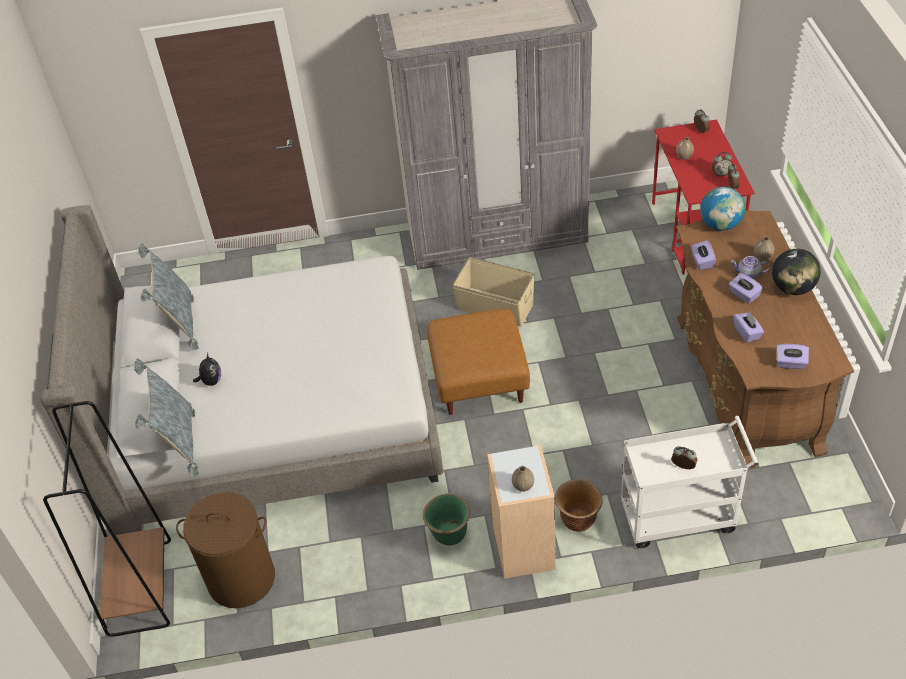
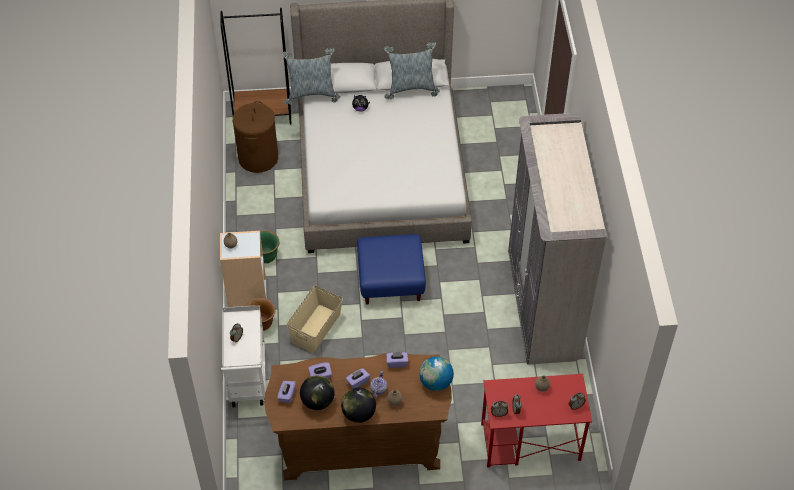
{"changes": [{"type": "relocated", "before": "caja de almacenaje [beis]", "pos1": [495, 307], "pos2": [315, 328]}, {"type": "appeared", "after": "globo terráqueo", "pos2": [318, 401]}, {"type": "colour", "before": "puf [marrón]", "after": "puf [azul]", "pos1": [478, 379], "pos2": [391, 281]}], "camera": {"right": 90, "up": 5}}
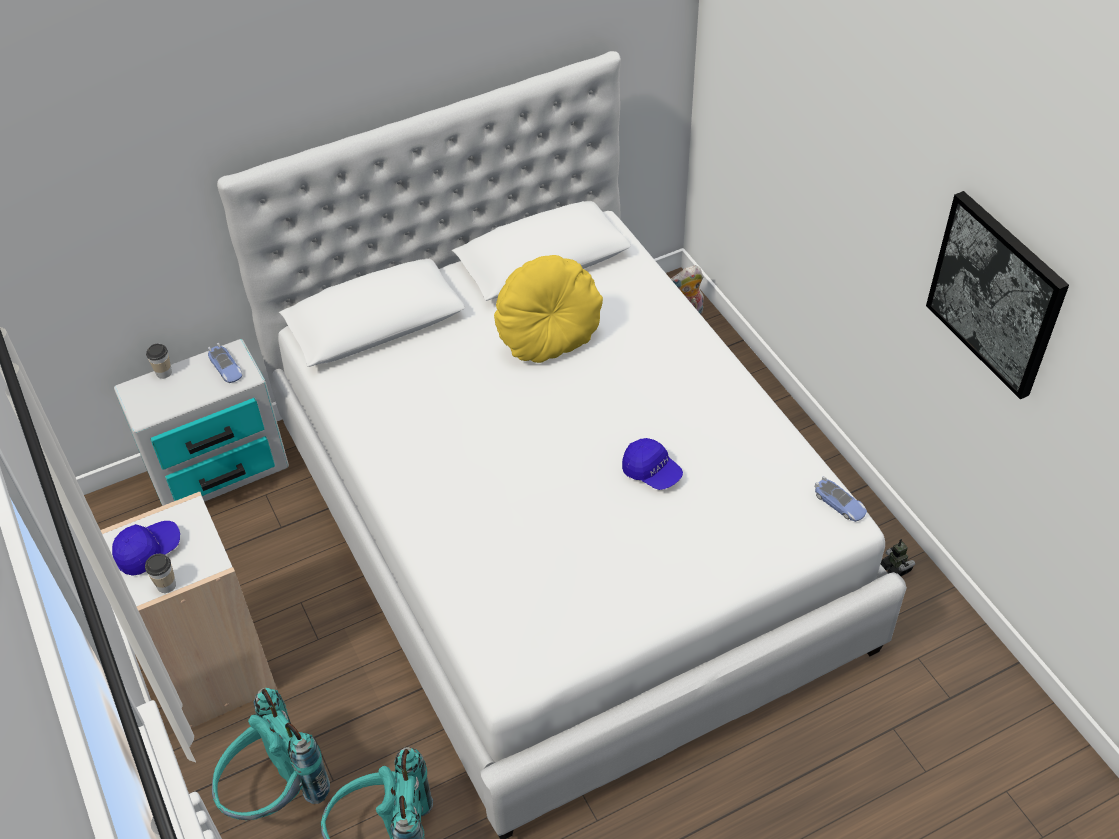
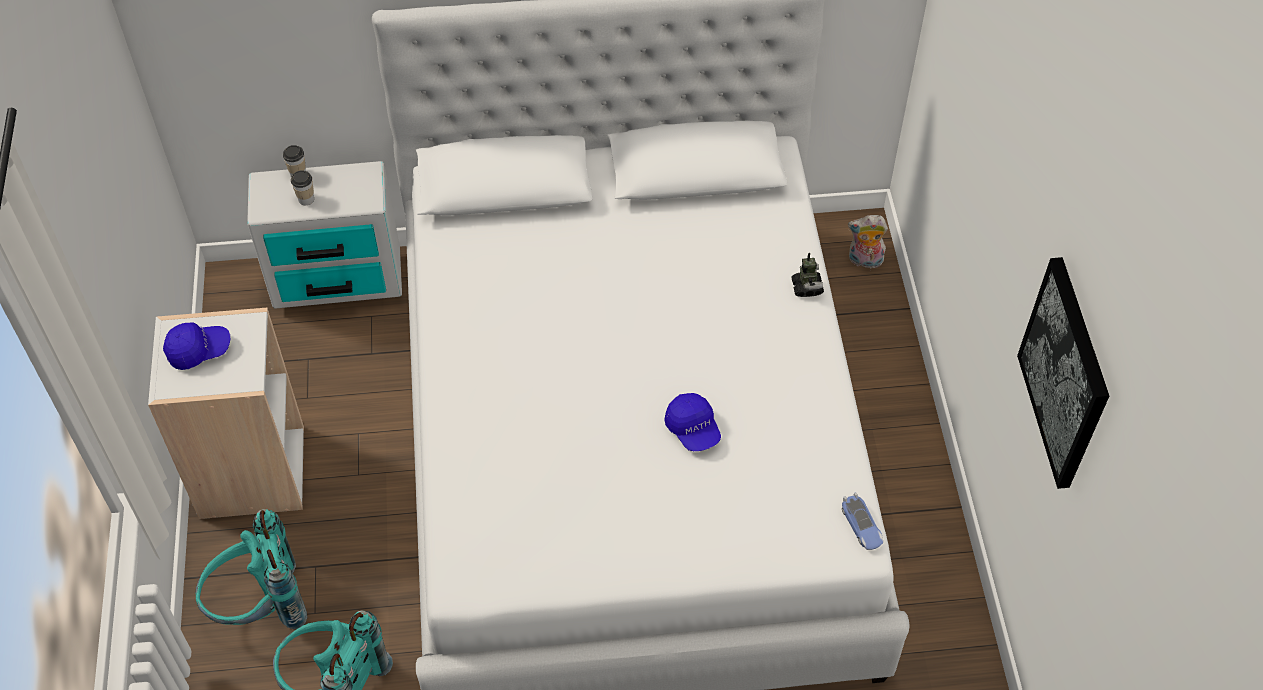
{"changes": [{"type": "relocated", "before": "taza", "pos1": [166, 585], "pos2": [306, 199]}, {"type": "relocated", "before": "robot de juguete", "pos1": [895, 568], "pos2": [807, 288]}, {"type": "missing", "before": "coche de juguete", "pos1": [226, 368]}, {"type": "missing", "before": "cojín [amarillo]", "pos1": [549, 343]}], "camera": {"right": 20, "up": 5}}
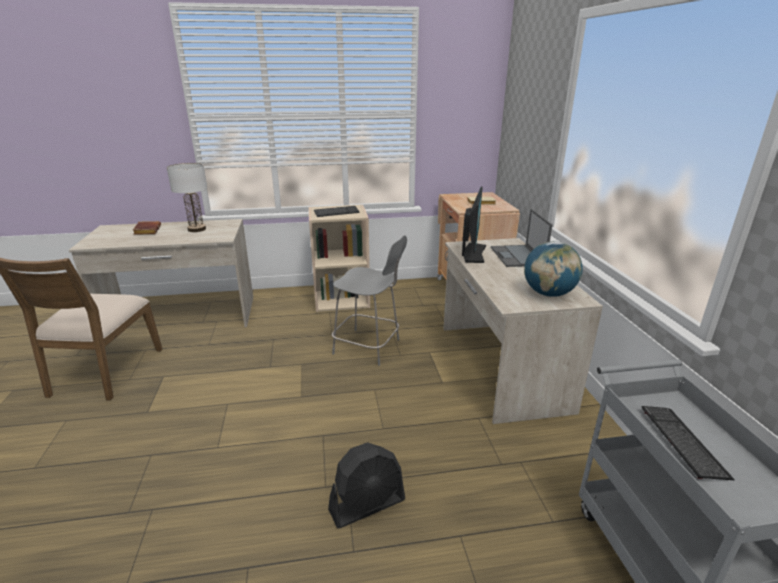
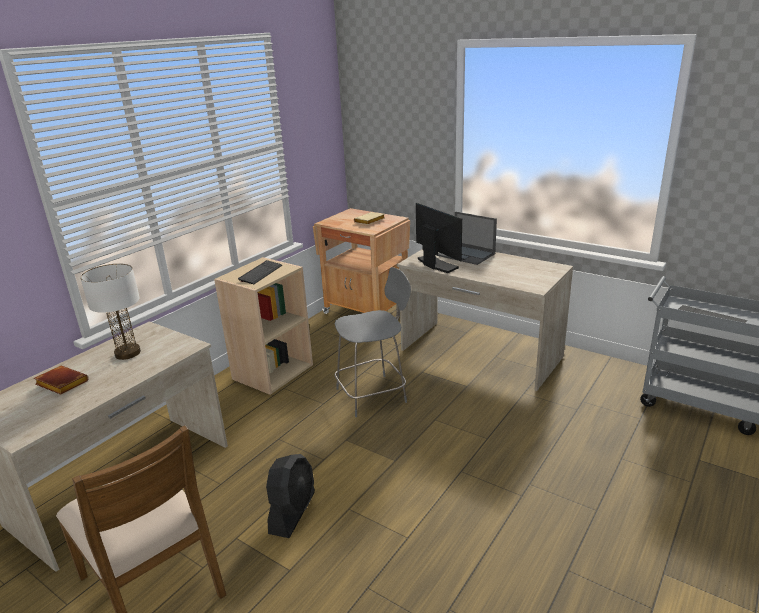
{"changes": [{"type": "relocated", "before": "ventilador [negro]", "pos1": [367, 505], "pos2": [293, 512]}, {"type": "missing", "before": "globo terráqueo", "pos1": [548, 293]}], "camera": {"right": -45, "up": 0}}
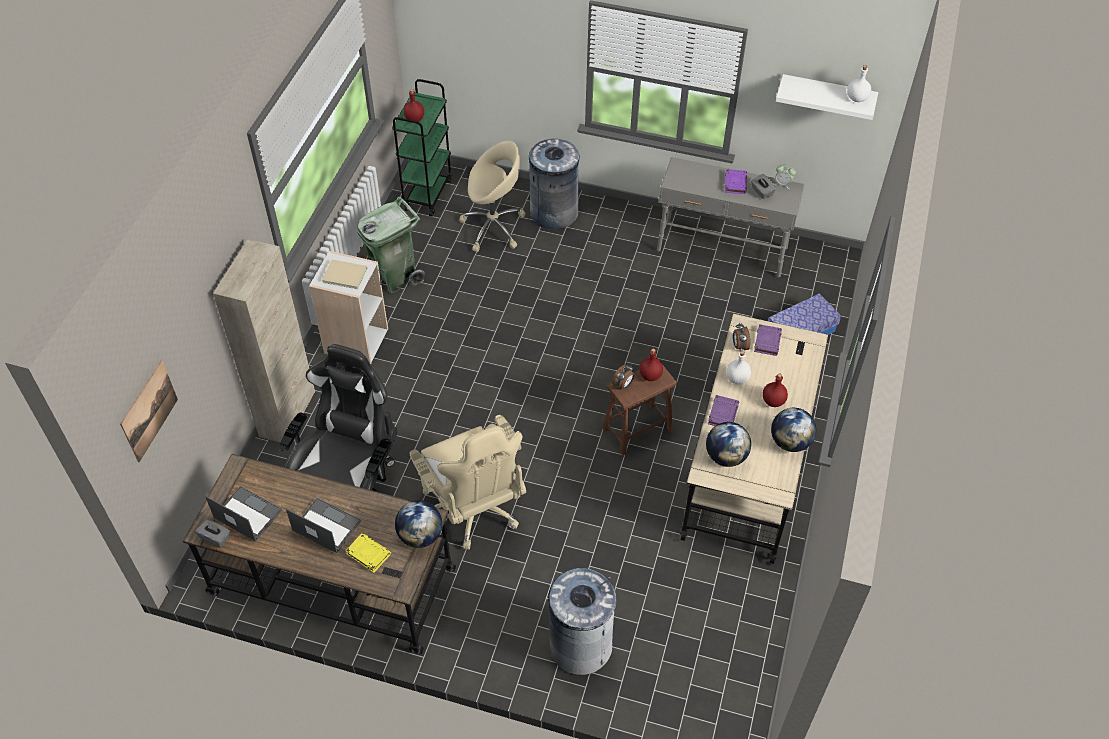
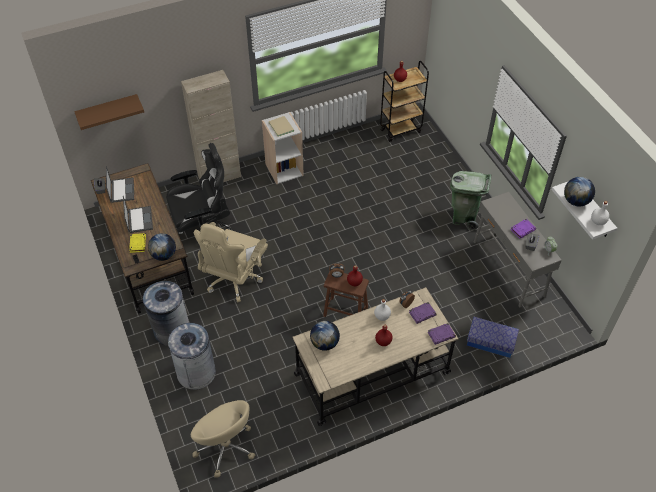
{"changes": [{"type": "exchanged", "before": "cuadro", "after": "estante [marrón]", "pos1": [149, 411], "pos2": [108, 110]}, {"type": "relocated", "before": "papelera [gris]", "pos1": [553, 213], "pos2": [172, 330]}, {"type": "relocated", "before": "silla de oficina [beis]", "pos1": [494, 227], "pos2": [226, 449]}, {"type": "colour", "before": "carrito [verde]", "after": "carrito [marrón]", "pos1": [427, 195], "pos2": [401, 130]}, {"type": "relocated", "before": "libro [morado]", "pos1": [722, 413], "pos2": [441, 335]}, {"type": "relocated", "before": "papelera [verde]", "pos1": [396, 276], "pos2": [464, 217]}, {"type": "relocated", "before": "globo terráqueo", "pos1": [790, 442], "pos2": [576, 201]}], "camera": {"right": 50, "up": 0}}
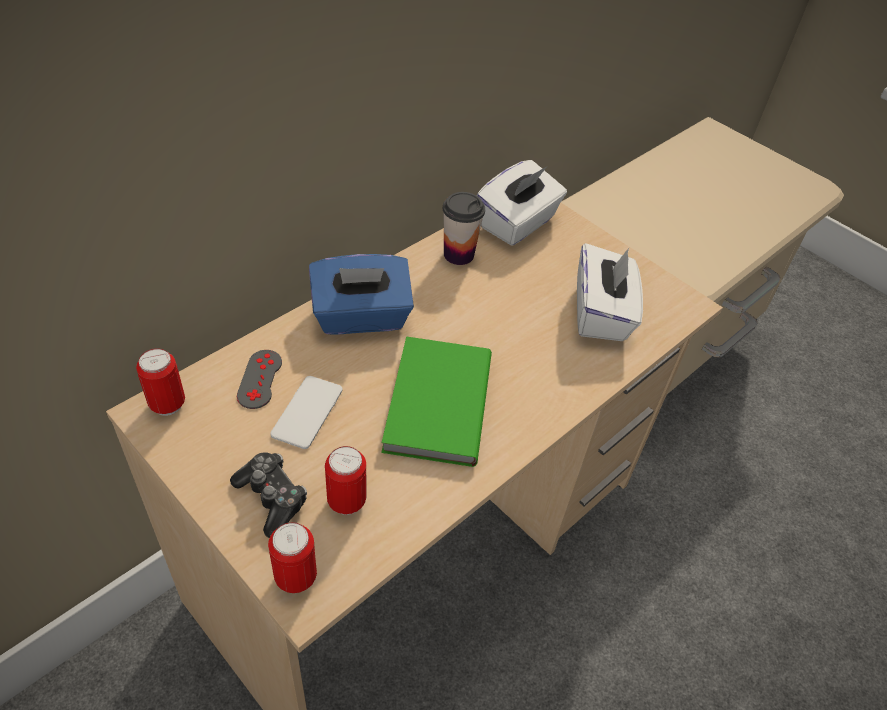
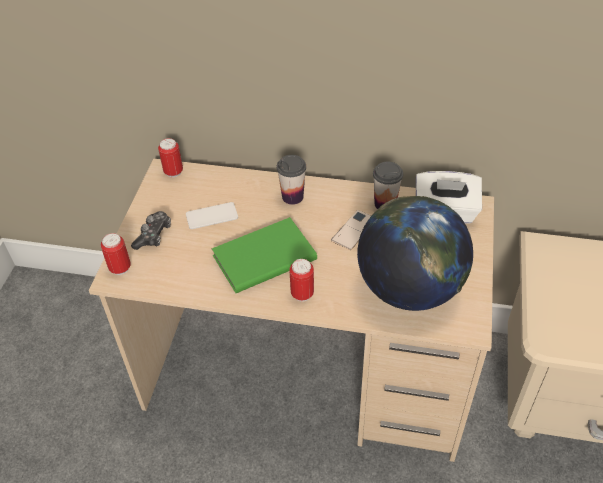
{"changes": [{"type": "exchanged", "before": "caja de pañuelos [azul]", "after": "taza", "pos1": [361, 317], "pos2": [292, 197]}, {"type": "relocated", "before": "lata", "pos1": [346, 501], "pos2": [302, 294]}, {"type": "appeared", "after": "móvil", "pos2": [354, 230]}, {"type": "exchanged", "before": "caja de pañuelos [blanco]", "after": "globo terráqueo", "pos1": [601, 314], "pos2": [409, 289]}, {"type": "missing", "before": "mando de consola [gris]", "pos1": [260, 379]}], "camera": {"right": 60, "up": 0}}
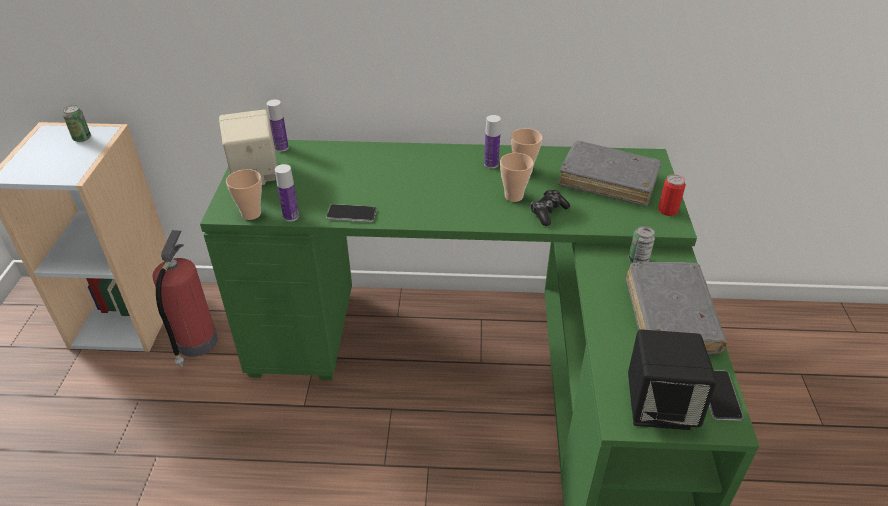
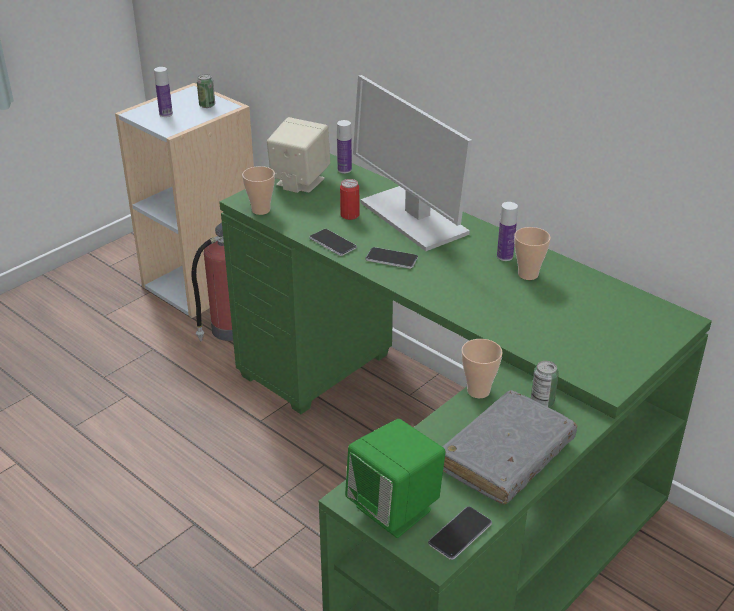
{"changes": [{"type": "relocated", "before": "botella", "pos1": [291, 216], "pos2": [166, 114]}, {"type": "relocated", "before": "lata", "pos1": [668, 210], "pos2": [349, 215]}, {"type": "colour", "before": "altavoz [negro]", "after": "altavoz [verde]", "pos1": [659, 407], "pos2": [395, 509]}, {"type": "appeared", "after": "monitor", "pos2": [412, 218]}, {"type": "appeared", "after": "móvil", "pos2": [391, 259]}, {"type": "relocated", "before": "taza", "pos1": [513, 196], "pos2": [478, 391]}, {"type": "missing", "before": "mando de consola", "pos1": [548, 212]}, {"type": "missing", "before": "libro [gris]", "pos1": [608, 181]}], "camera": {"right": 40, "up": -5}}
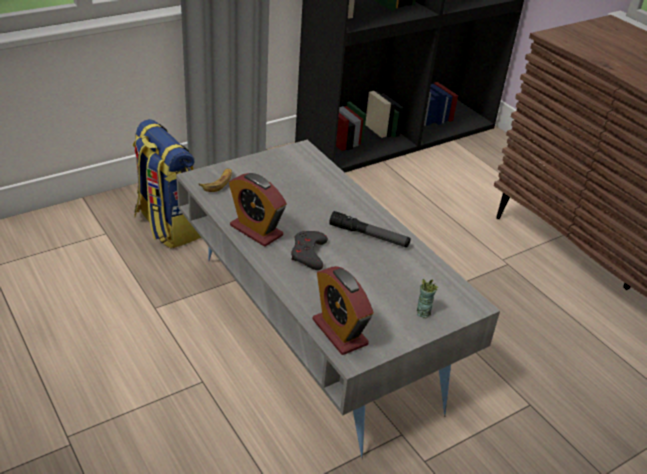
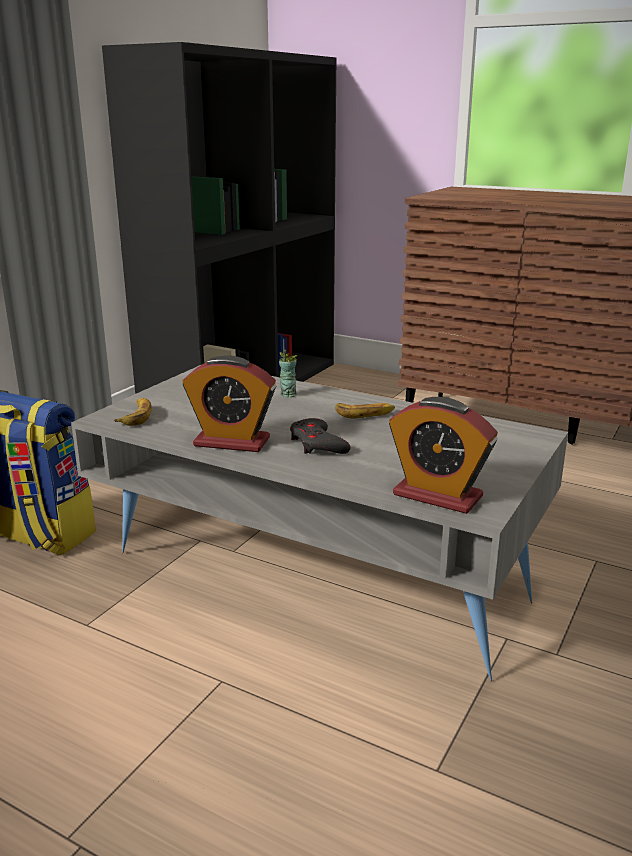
{"changes": [{"type": "relocated", "before": "taza", "pos1": [423, 312], "pos2": [288, 394]}, {"type": "exchanged", "before": "linterna", "after": "plátano", "pos1": [369, 235], "pos2": [365, 414]}], "camera": {"right": -25, "up": -15}}
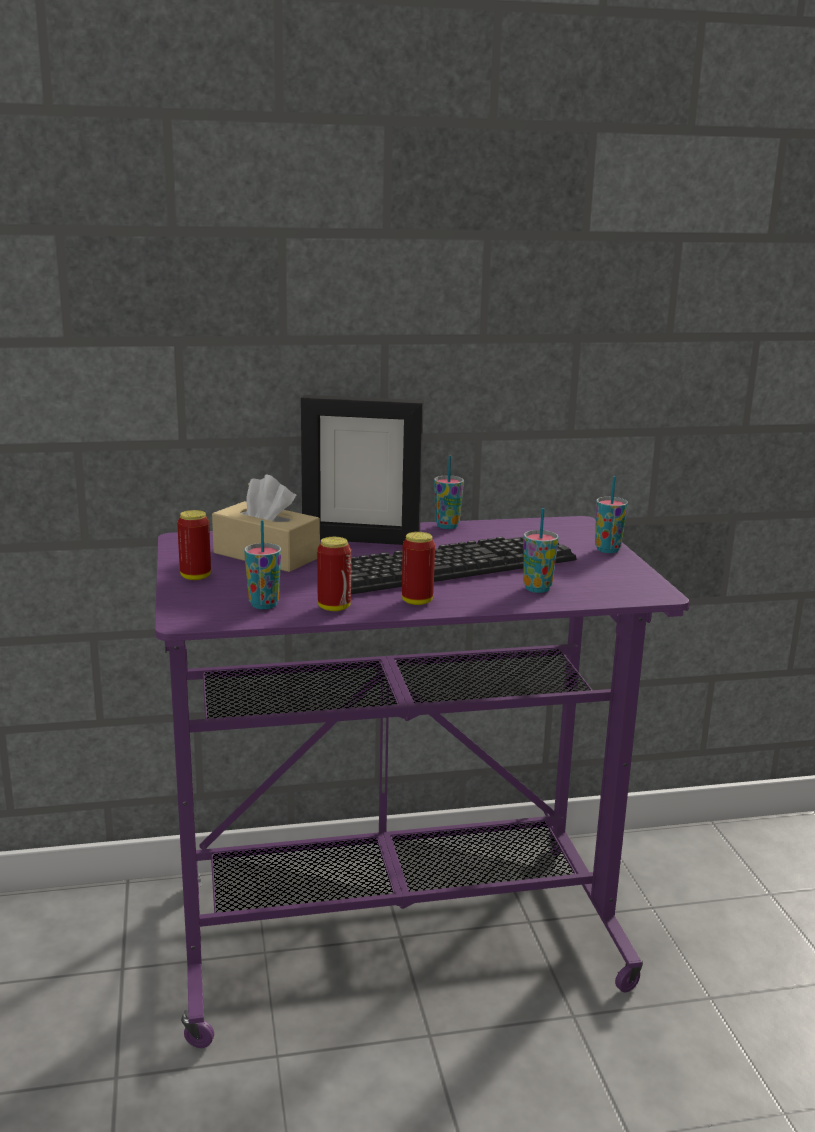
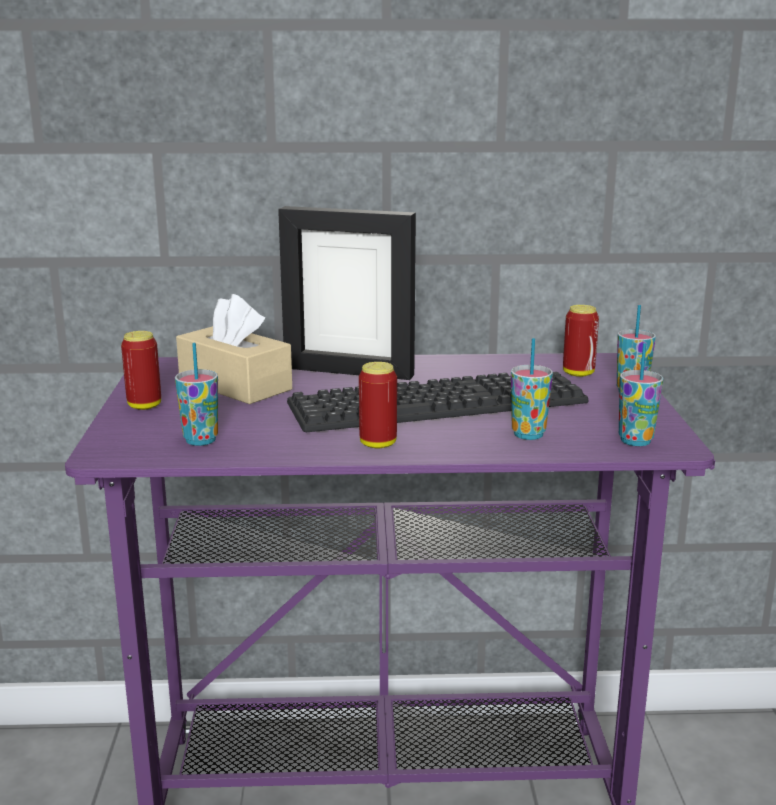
{"changes": [{"type": "relocated", "before": "lata", "pos1": [334, 607], "pos2": [578, 373]}, {"type": "relocated", "before": "taza", "pos1": [447, 526], "pos2": [635, 441]}], "camera": {"right": 10, "up": 0}}
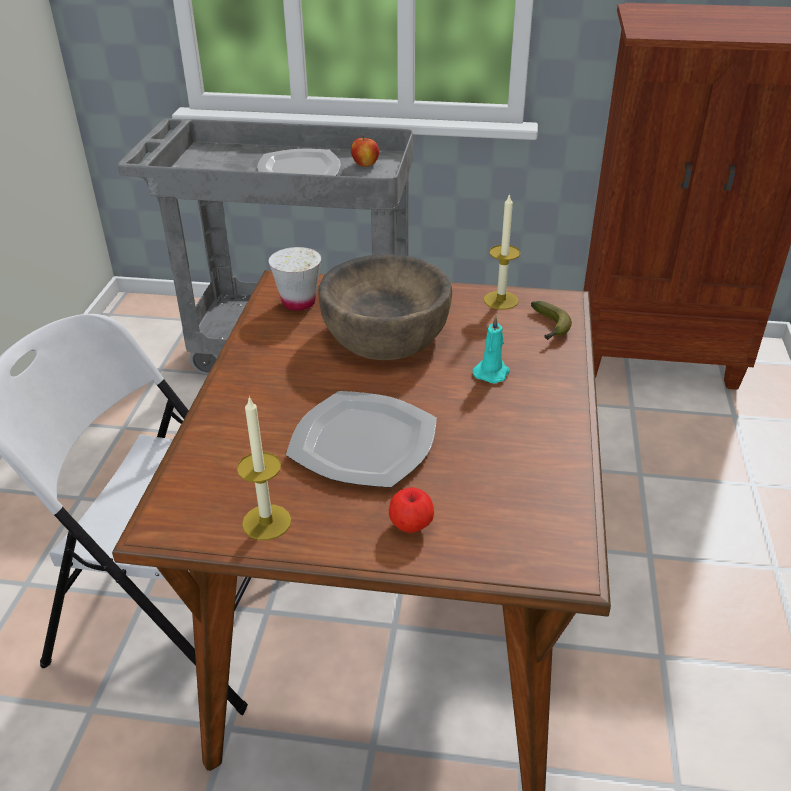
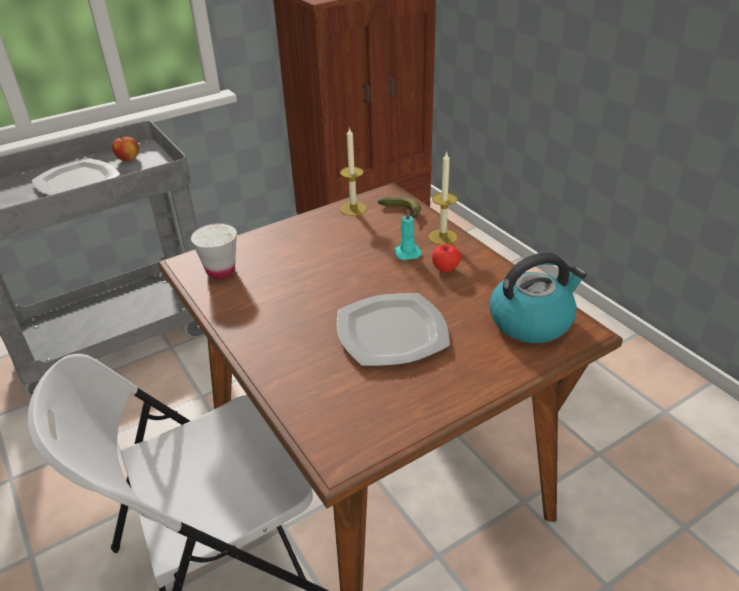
{"changes": [{"type": "relocated", "before": "vela", "pos1": [266, 522], "pos2": [442, 237]}, {"type": "relocated", "before": "manzana", "pos1": [411, 525], "pos2": [445, 269]}, {"type": "appeared", "after": "hervidor", "pos2": [531, 321]}, {"type": "missing", "before": "cuenco [marrón]", "pos1": [385, 334]}], "camera": {"right": -40, "up": 0}}
